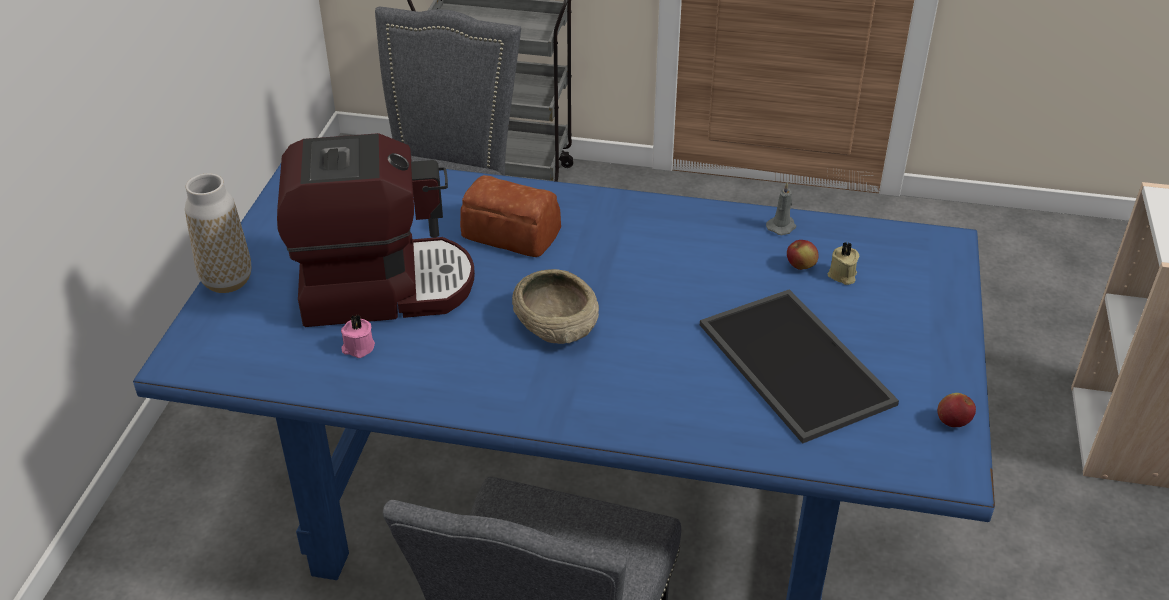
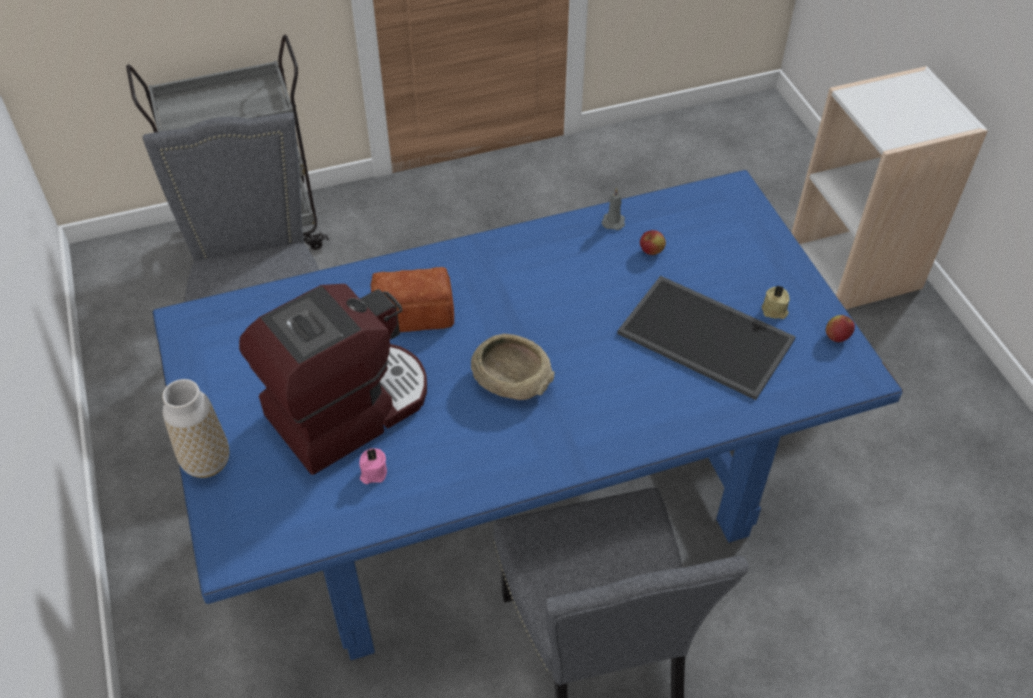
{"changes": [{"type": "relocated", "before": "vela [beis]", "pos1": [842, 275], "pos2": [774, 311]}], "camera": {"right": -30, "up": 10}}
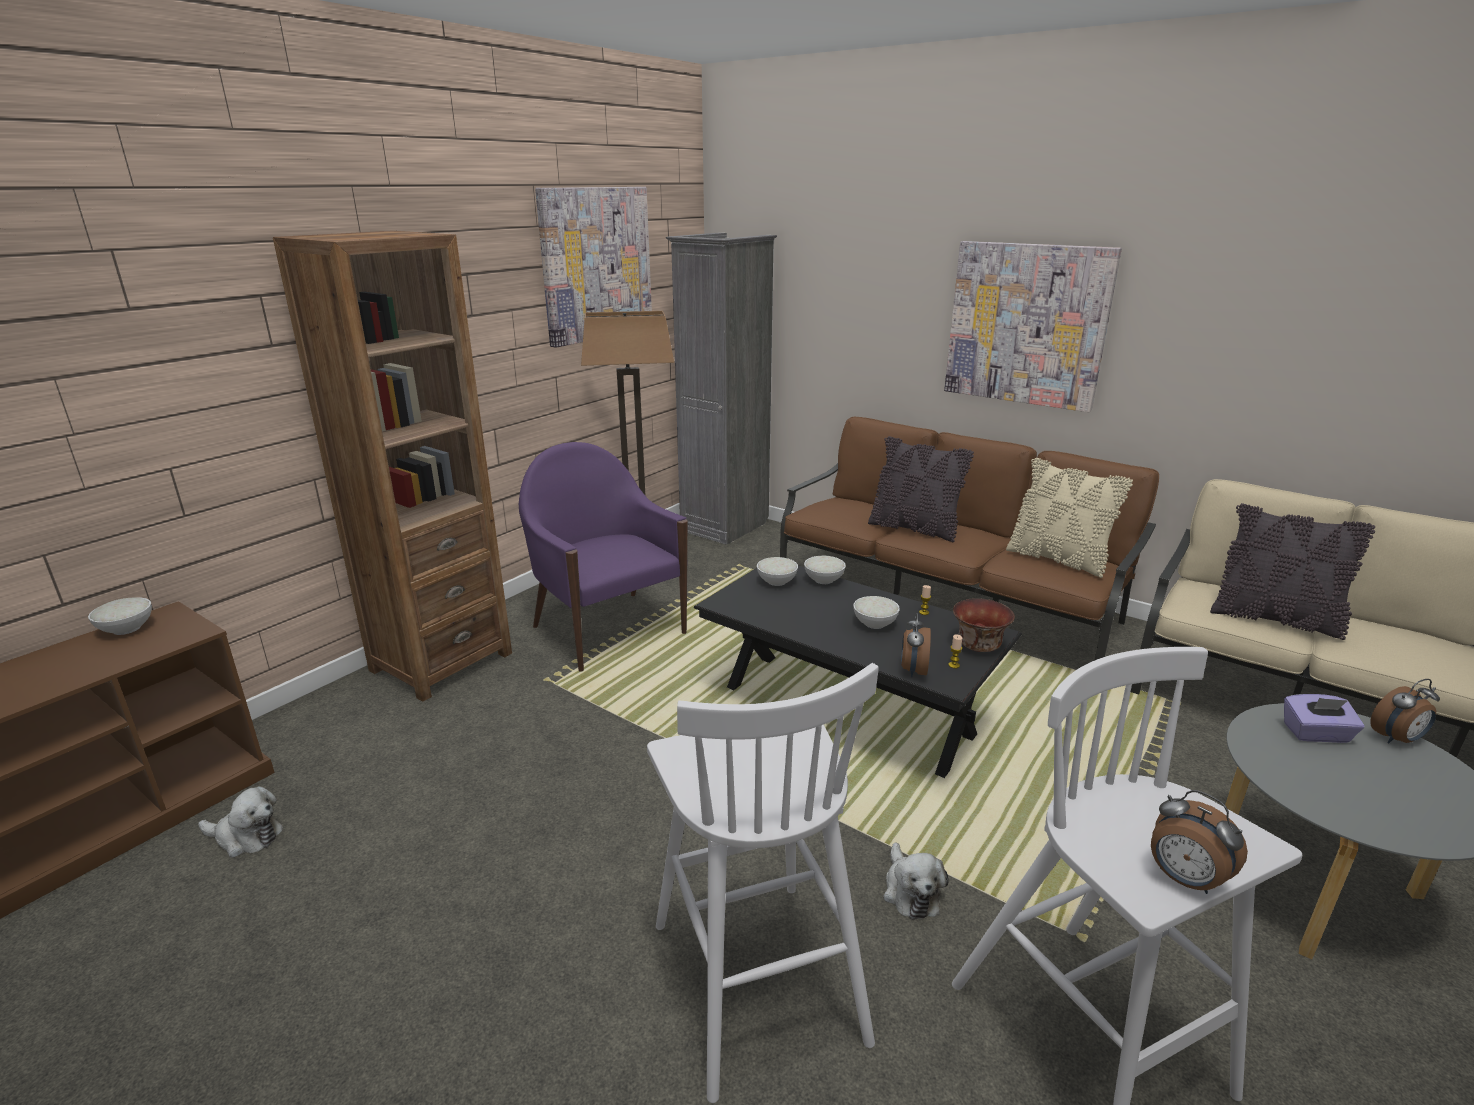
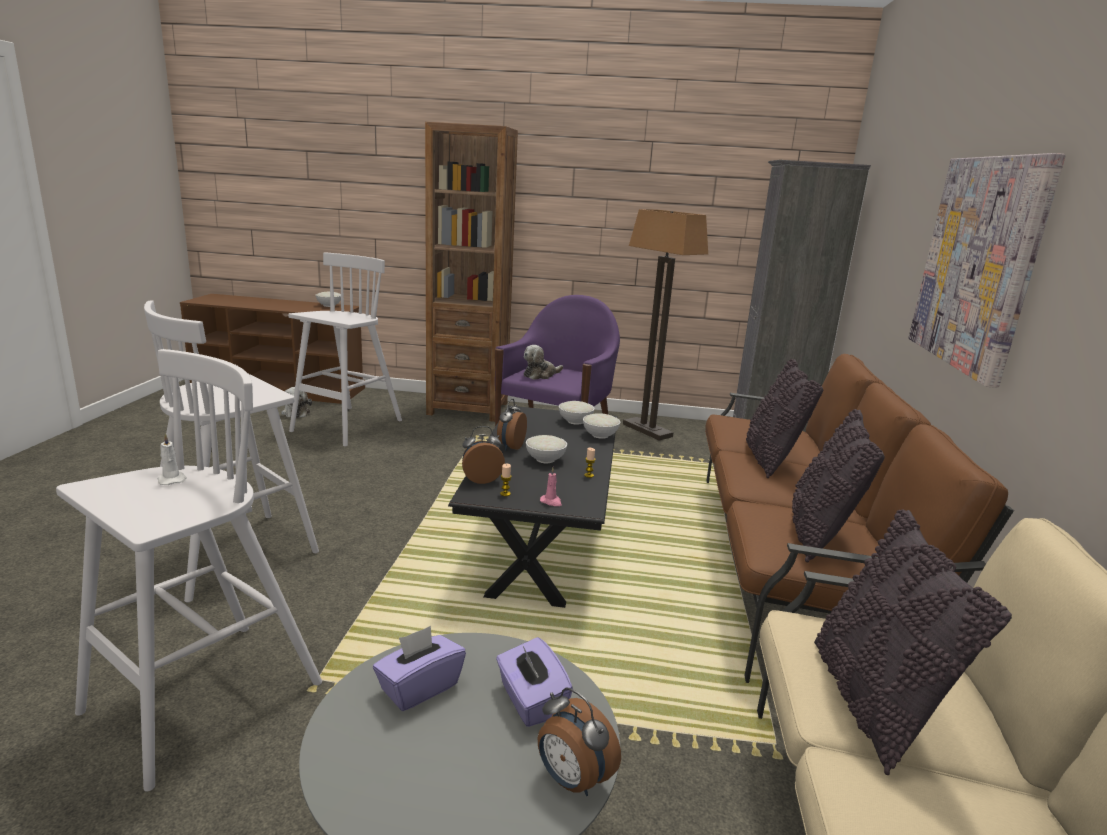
{"changes": [{"type": "appeared", "after": "vela [blanco]", "pos2": [171, 480]}, {"type": "appeared", "after": "taburete [blanco]", "pos2": [346, 427]}, {"type": "appeared", "after": "caja de pañuelos [morado]", "pos2": [419, 687]}, {"type": "relocated", "before": "despertador", "pos1": [1184, 879], "pos2": [510, 447]}, {"type": "relocated", "before": "peluche", "pos1": [910, 891], "pos2": [540, 375]}, {"type": "exchanged", "before": "cuenco", "after": "vela [rosa]", "pos1": [979, 646], "pos2": [551, 502]}, {"type": "colour", "before": "cojín [beis]", "after": "cojín [negro]", "pos1": [1058, 559], "pos2": [819, 535]}, {"type": "missing", "before": "cuadro", "pos1": [596, 264]}], "camera": {"right": 60, "up": -5}}
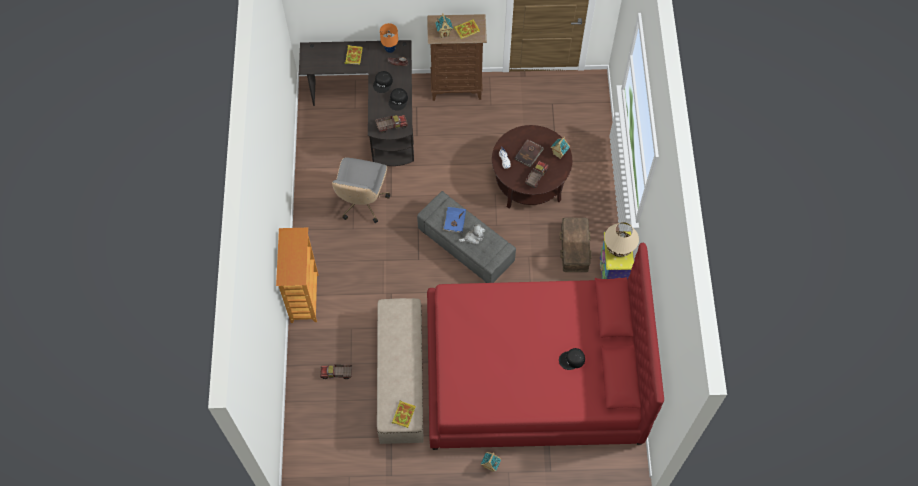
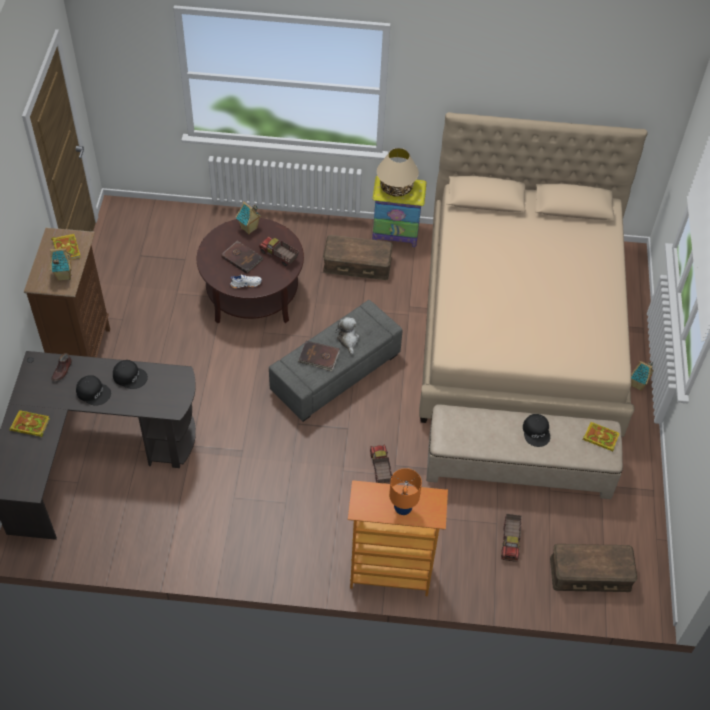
{"changes": [{"type": "colour", "before": "libro [azul]", "after": "libro [marrón]", "pos1": [454, 220], "pos2": [319, 357]}, {"type": "relocated", "before": "camión de juguete", "pos1": [391, 126], "pos2": [380, 468]}, {"type": "relocated", "before": "lámpara de mesa [naranja]", "pos1": [390, 49], "pos2": [402, 508]}, {"type": "colour", "before": "cama [rojo]", "after": "cama [beis]", "pos1": [533, 374], "pos2": [521, 327]}, {"type": "relocated", "before": "gorra [negro]", "pos1": [572, 360], "pos2": [536, 432]}, {"type": "appeared", "after": "caja de almacenaje [marrón]", "pos2": [590, 574]}, {"type": "missing", "before": "silla de oficina [gris]", "pos1": [363, 204]}], "camera": {"right": -85, "up": -10}}
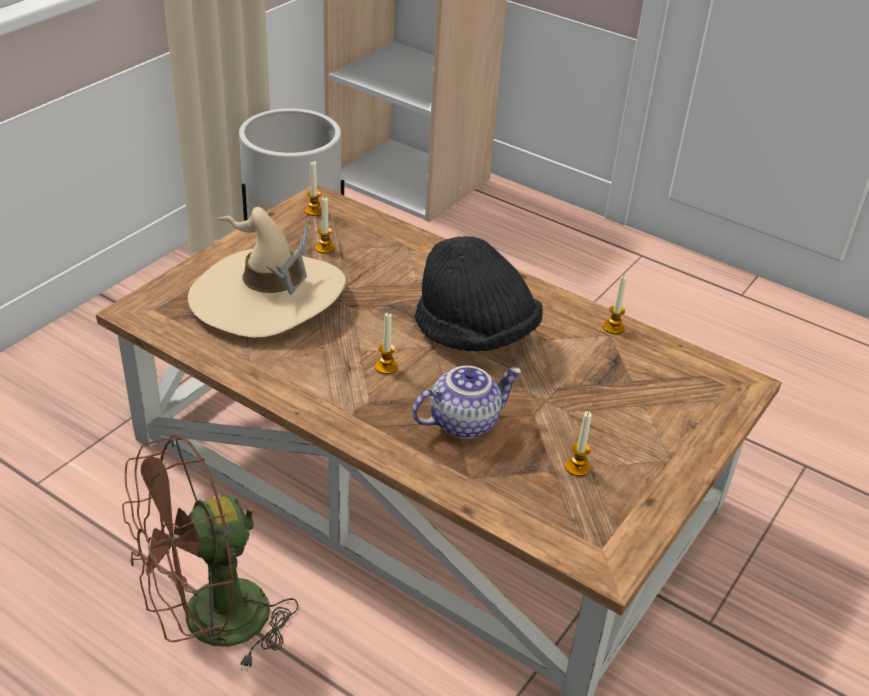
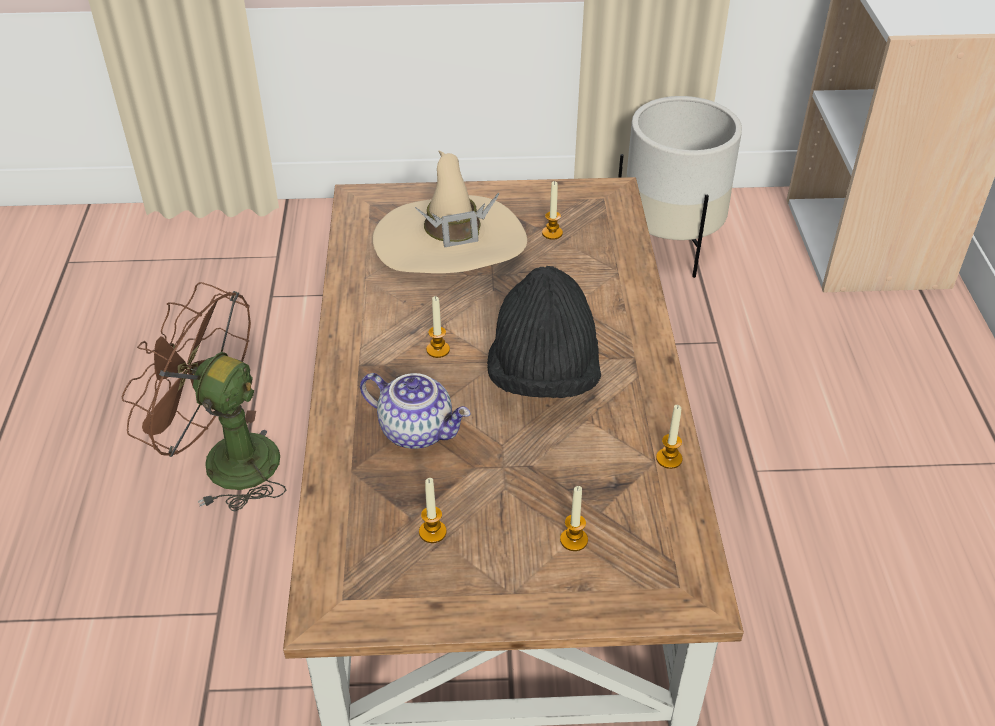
{"changes": [{"type": "relocated", "before": "vela", "pos1": [314, 211], "pos2": [574, 540]}], "camera": {"right": 55, "up": 5}}
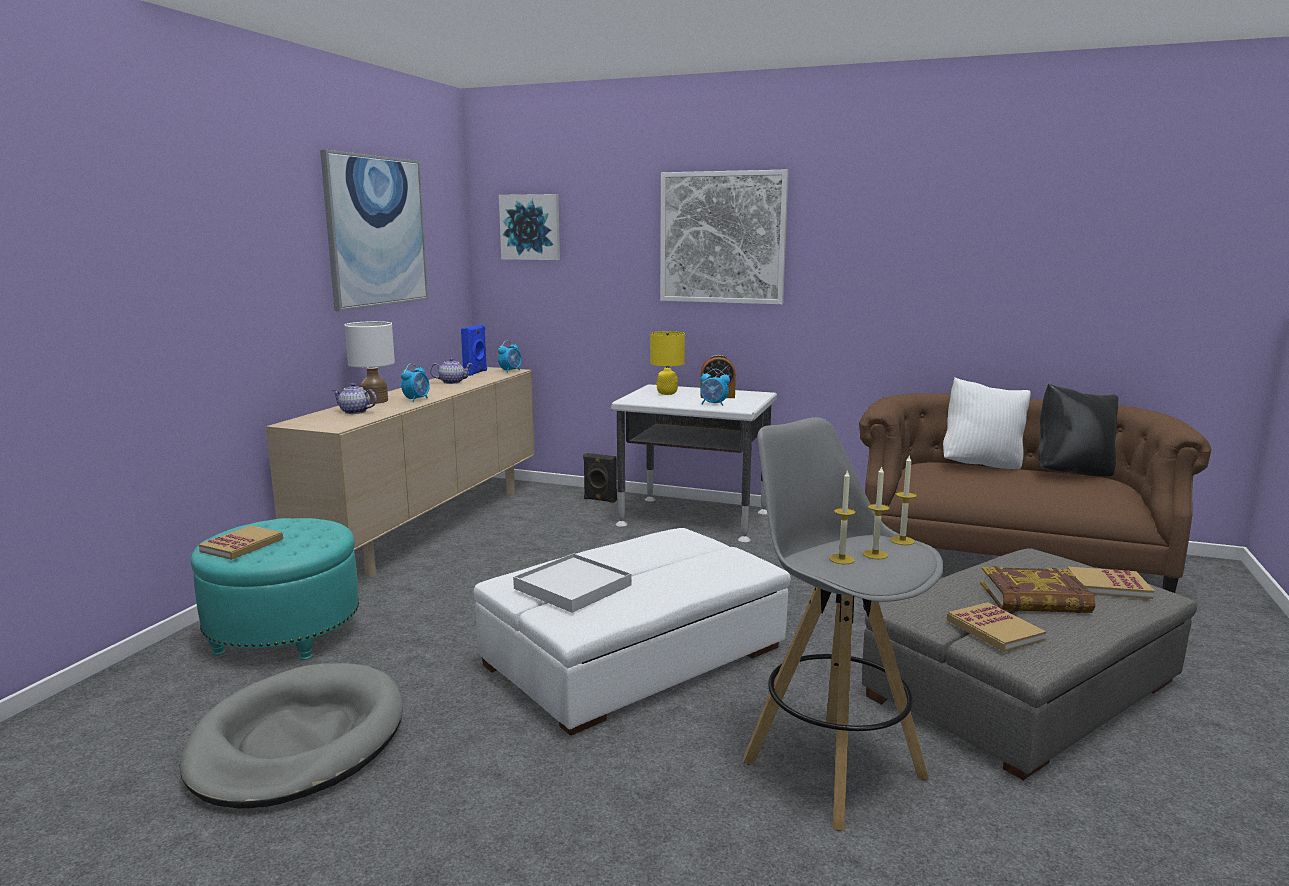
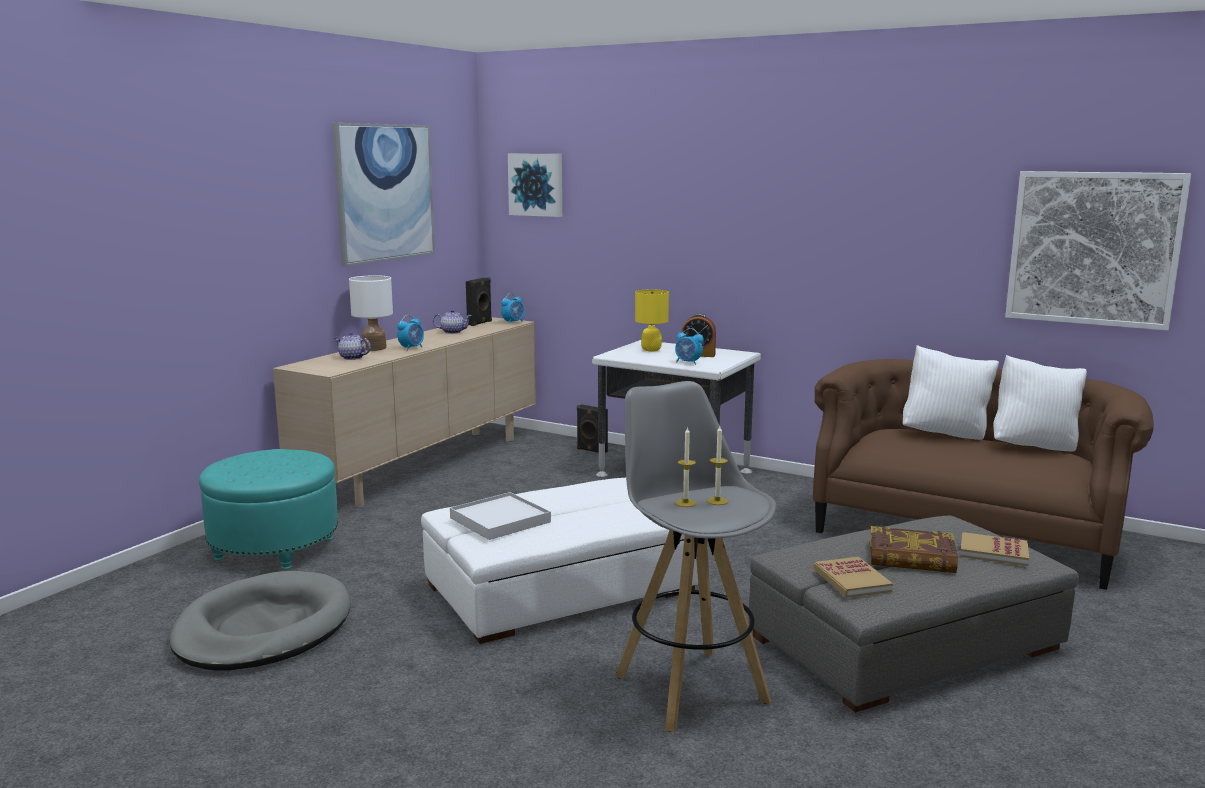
{"changes": [{"type": "colour", "before": "altavoz [azul]", "after": "altavoz [negro]", "pos1": [476, 373], "pos2": [480, 323]}, {"type": "colour", "before": "cojín [negro]", "after": "cojín [blanco]", "pos1": [1072, 474], "pos2": [1034, 447]}, {"type": "relocated", "before": "cuadro", "pos1": [722, 238], "pos2": [1093, 248]}, {"type": "missing", "before": "libro", "pos1": [242, 545]}, {"type": "missing", "before": "vela", "pos1": [902, 540]}], "camera": {"right": 10, "up": 0}}
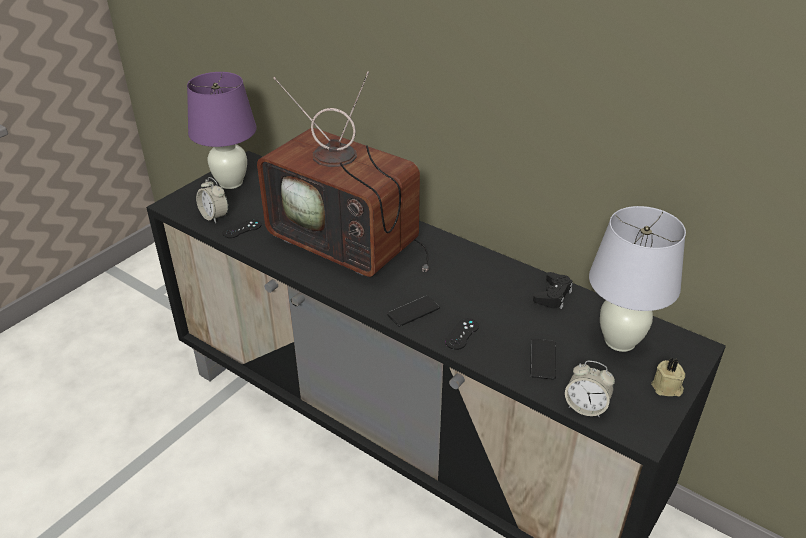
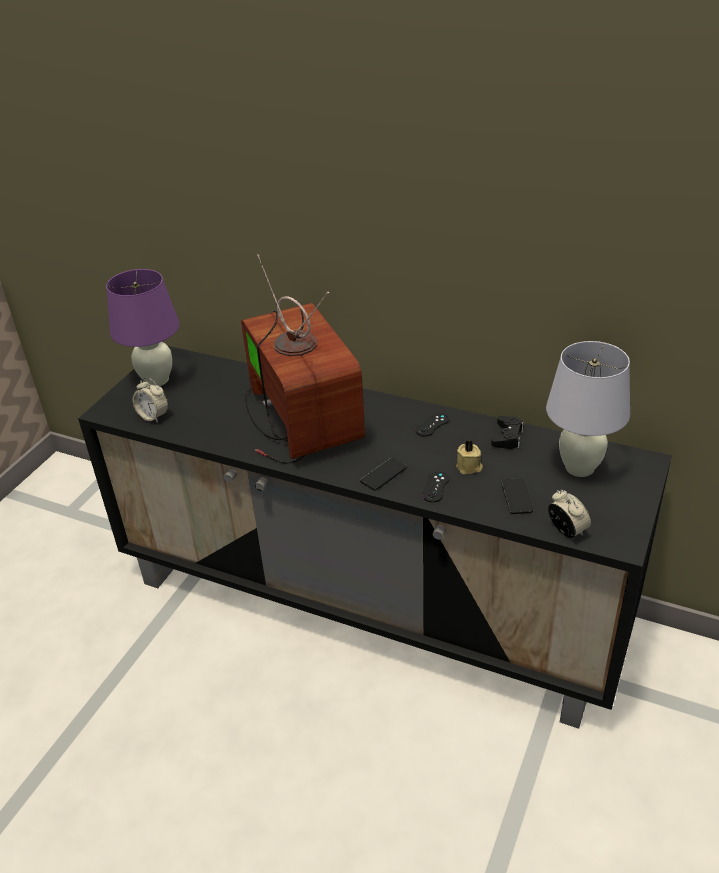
{"changes": [{"type": "spun", "before": "televisor", "pos1": [349, 242], "pos2": [299, 420], "turn": -135}, {"type": "relocated", "before": "mando de consola [negro]", "pos1": [242, 229], "pos2": [432, 425]}, {"type": "relocated", "before": "vela [beis]", "pos1": [667, 388], "pos2": [469, 467]}, {"type": "spun", "before": "despertador", "pos1": [585, 407], "pos2": [567, 531], "turn": -135}], "camera": {"right": -10, "up": 0}}
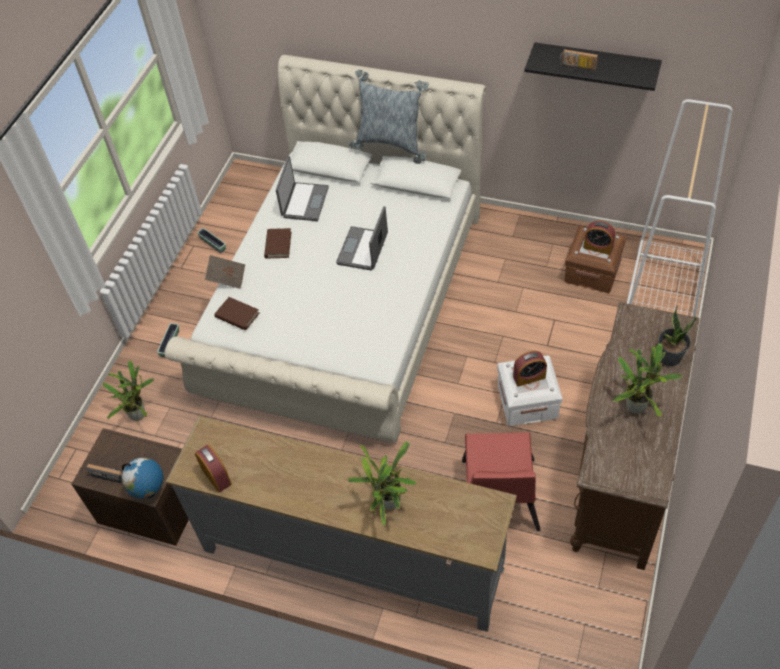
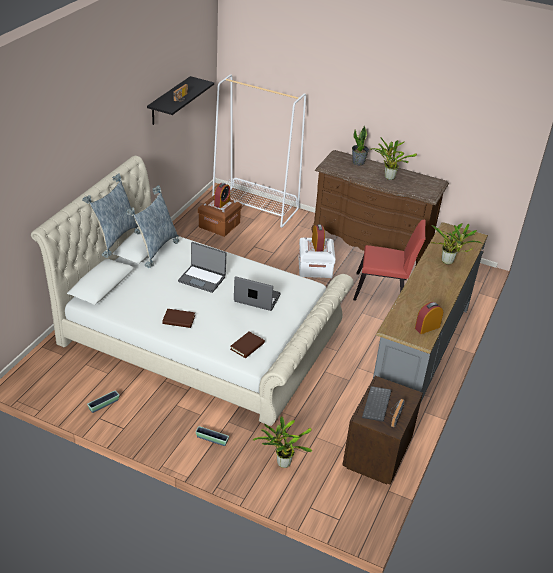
{"changes": [{"type": "appeared", "after": "cojín", "pos2": [154, 252]}, {"type": "relocated", "before": "portátil", "pos1": [304, 202], "pos2": [256, 299]}, {"type": "appeared", "after": "teclado", "pos2": [377, 405]}, {"type": "missing", "before": "globo terráqueo", "pos1": [150, 492]}, {"type": "missing", "before": "libro [marrón]", "pos1": [227, 278]}], "camera": {"right": -90, "up": -15}}
